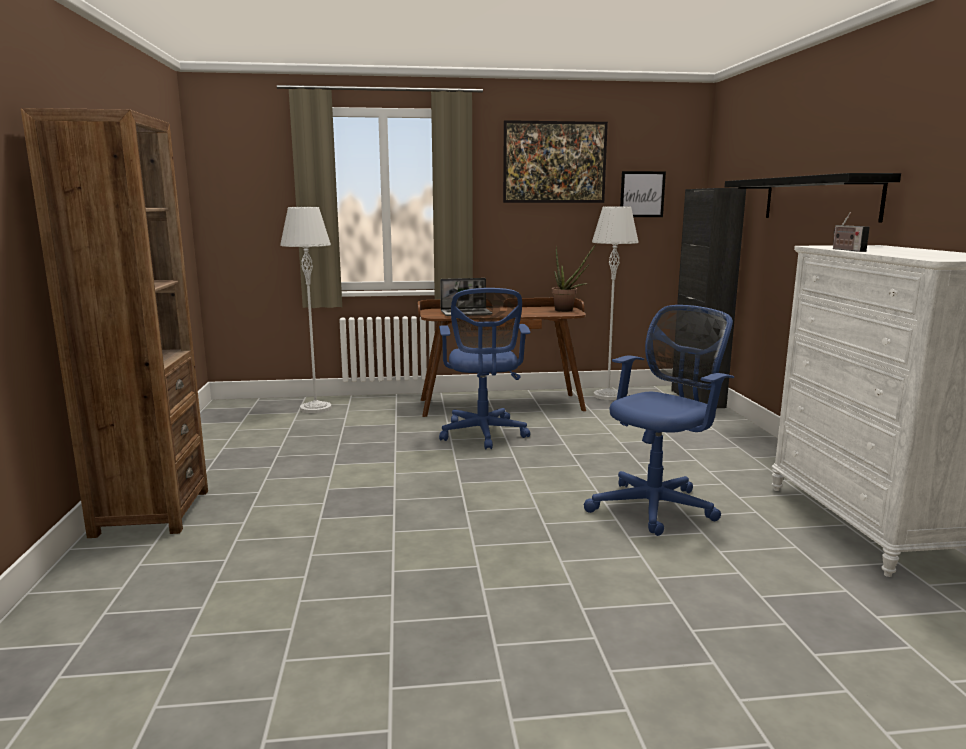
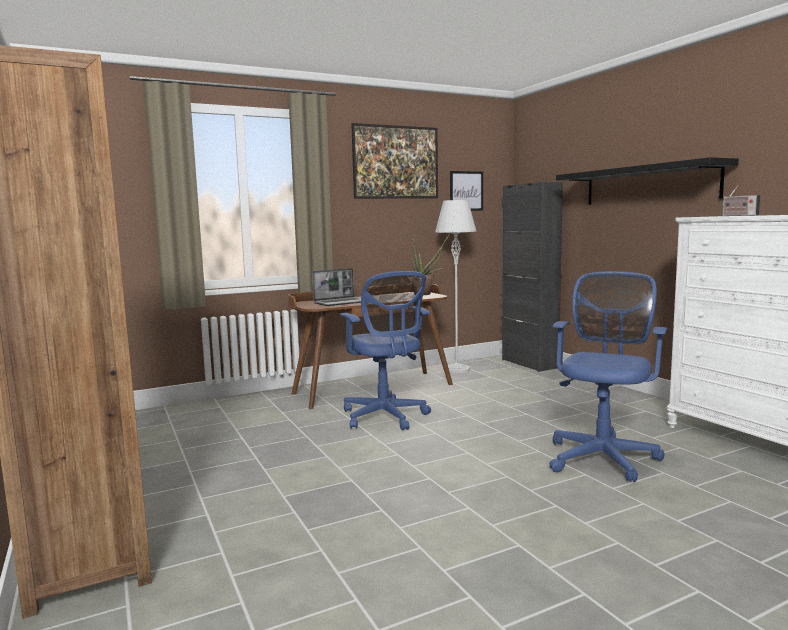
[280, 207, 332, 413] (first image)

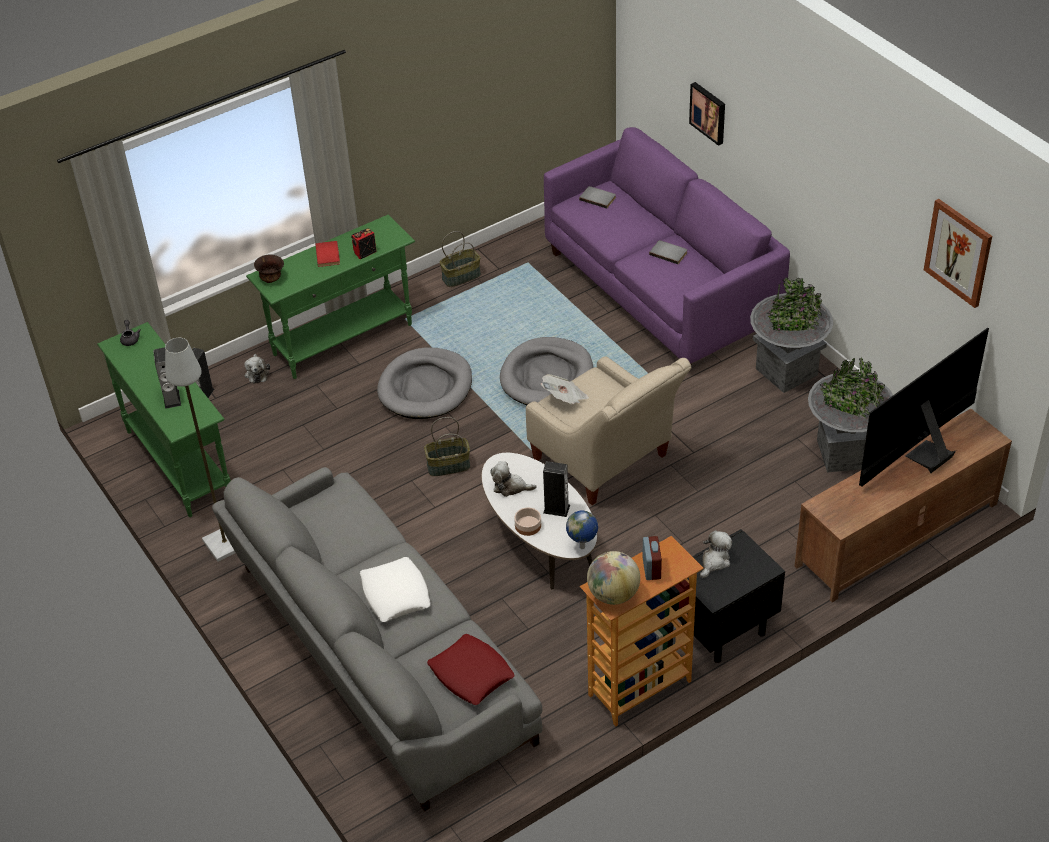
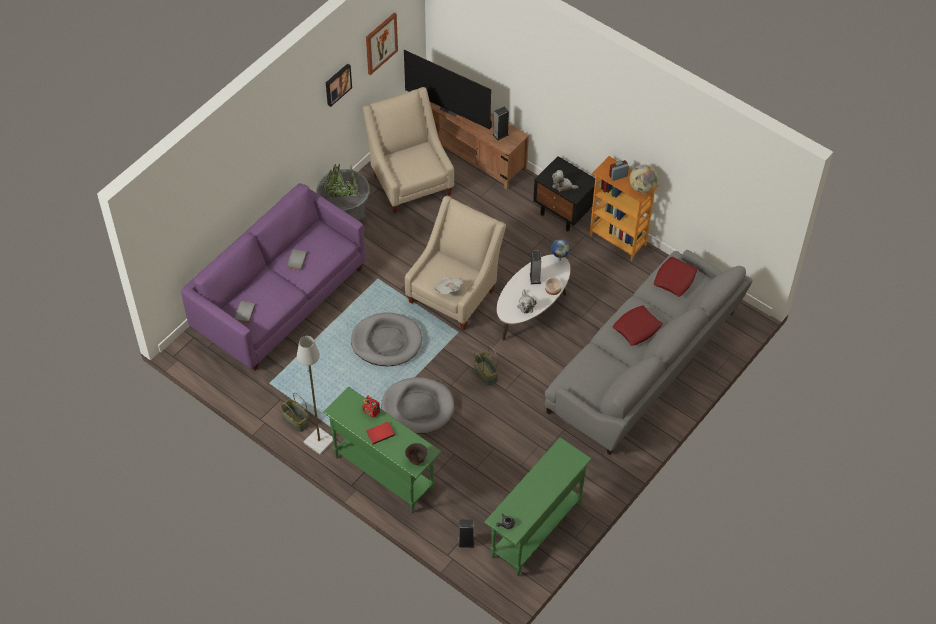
[492, 106, 509, 141]
[297, 336, 333, 455]
[244, 354, 270, 384] (first image)
[612, 306, 663, 346]
[326, 64, 352, 107]
[362, 87, 454, 213]

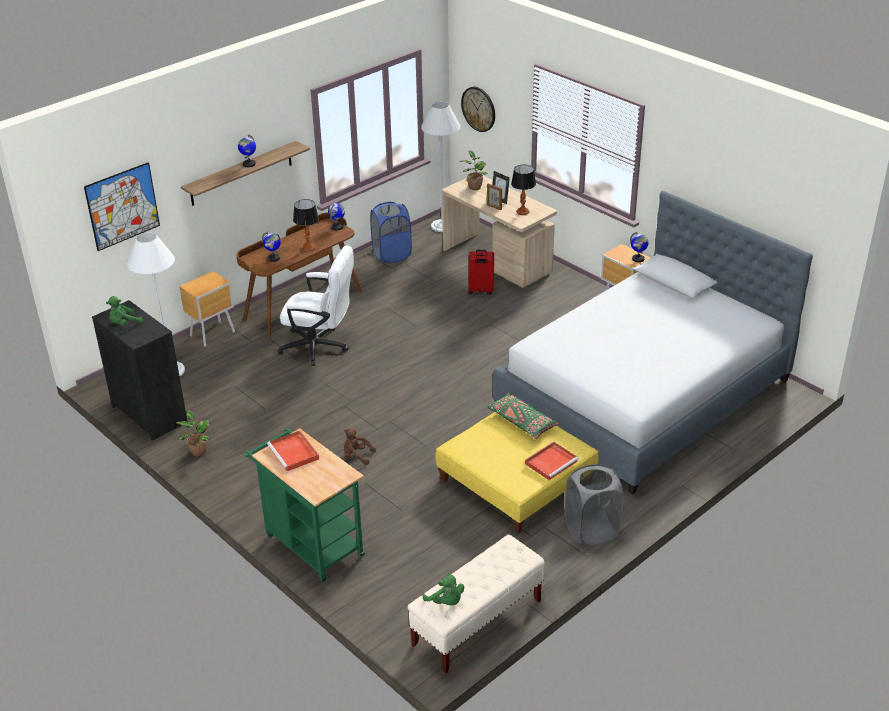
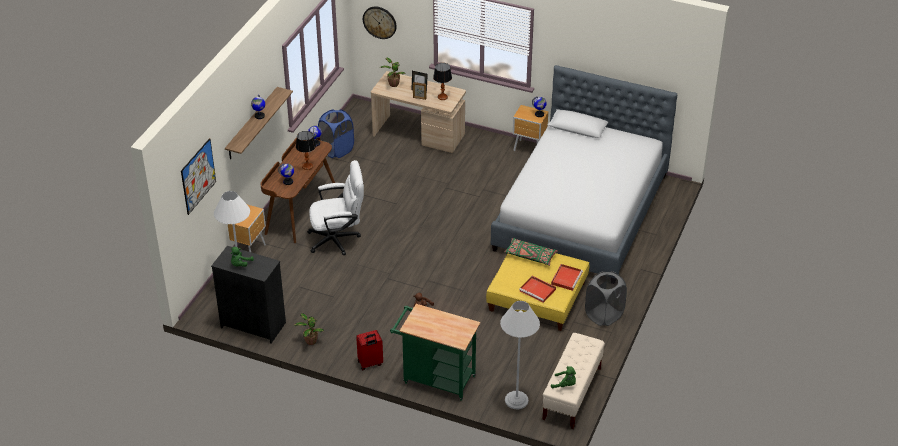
[519, 276, 556, 303]
[500, 301, 540, 409]
[356, 330, 383, 370]

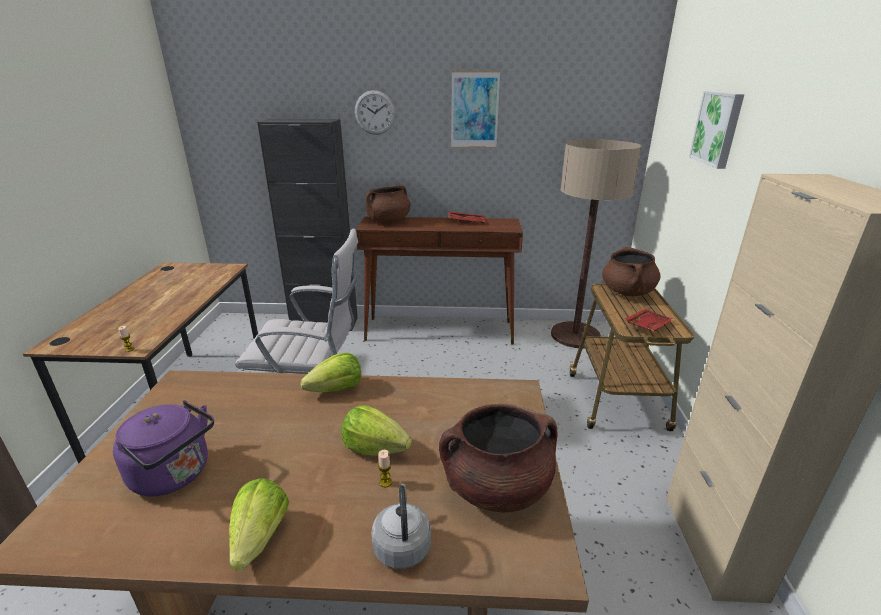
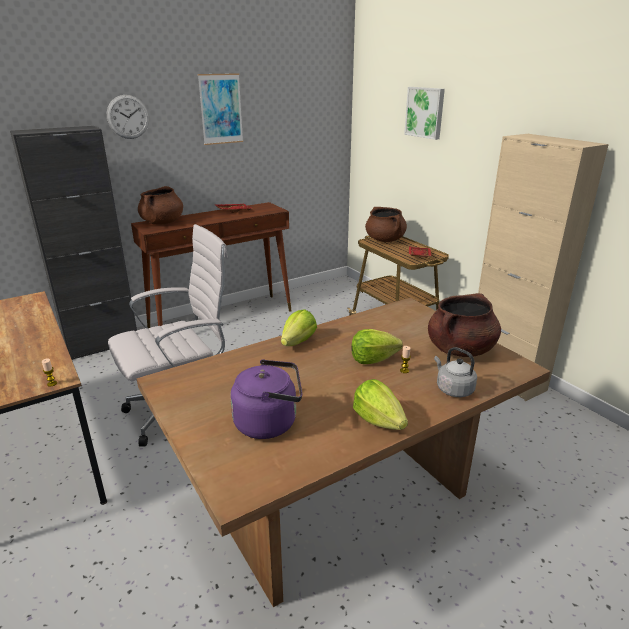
[551, 139, 642, 348] (first image)

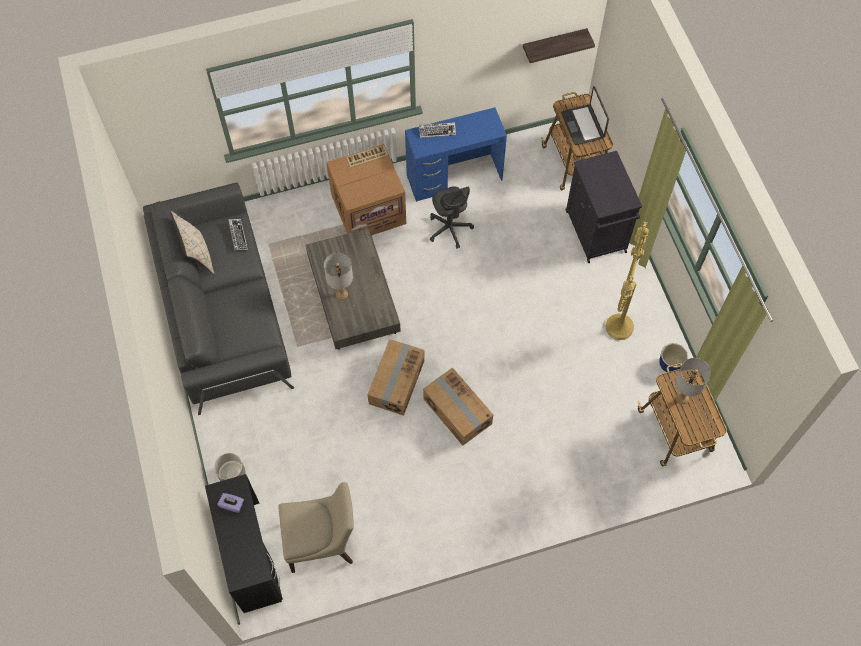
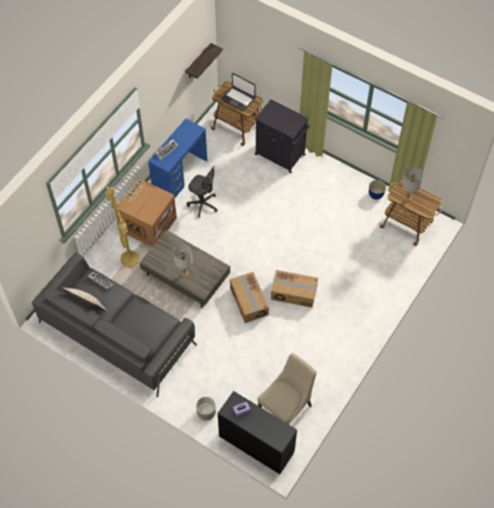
[105, 186, 139, 268]

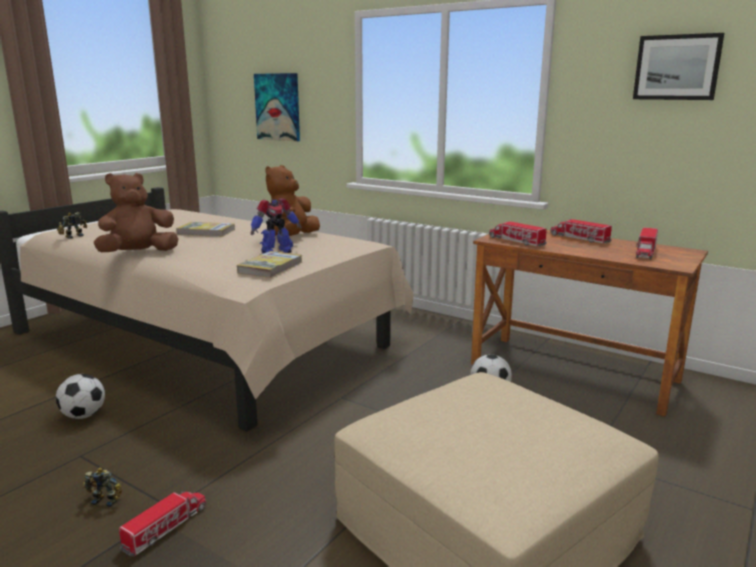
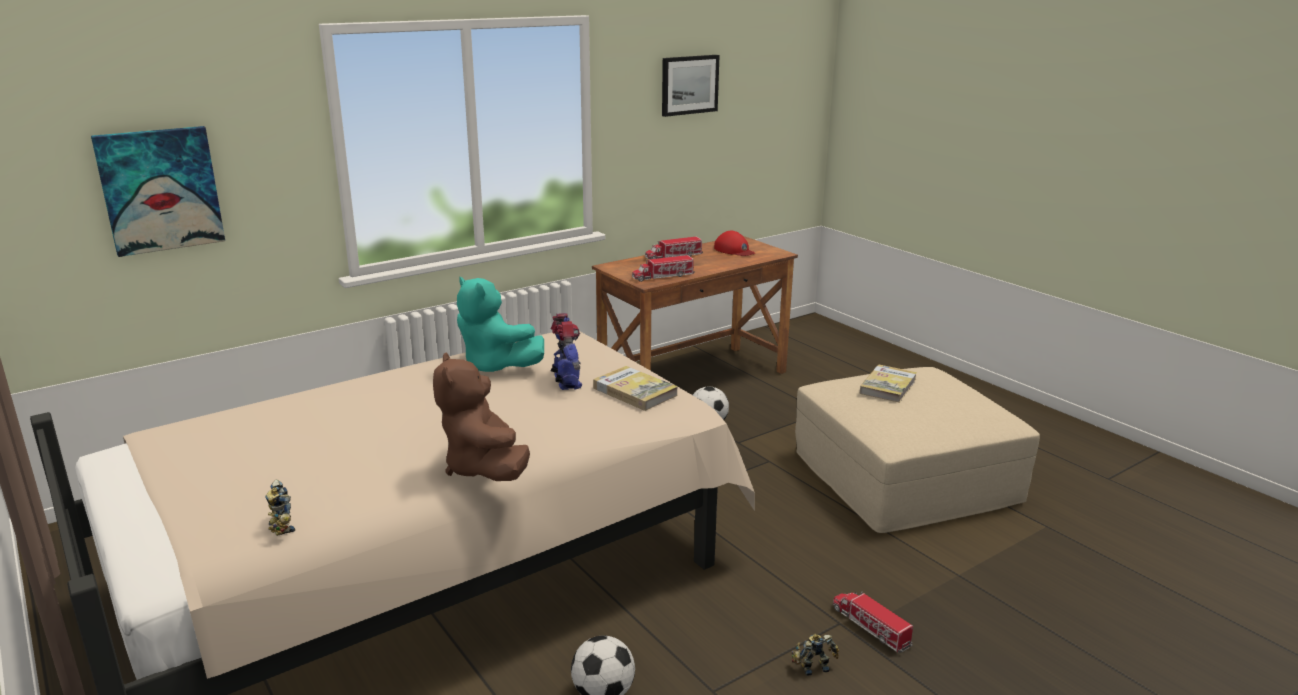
[792, 634, 839, 676]
[860, 364, 917, 403]
[457, 276, 544, 372]
[714, 231, 755, 256]

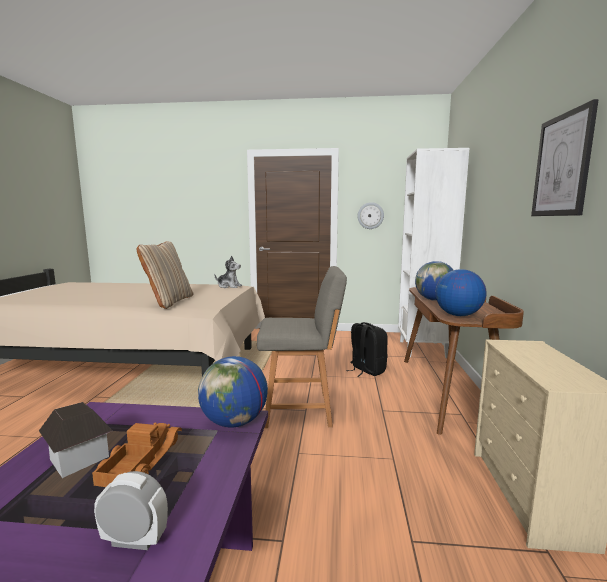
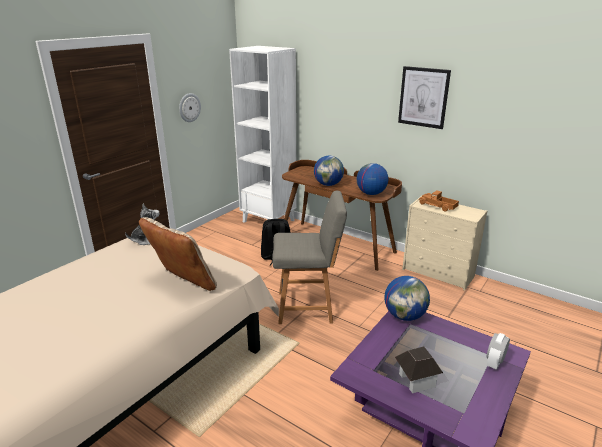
[418, 190, 459, 212]
[272, 191, 347, 324]

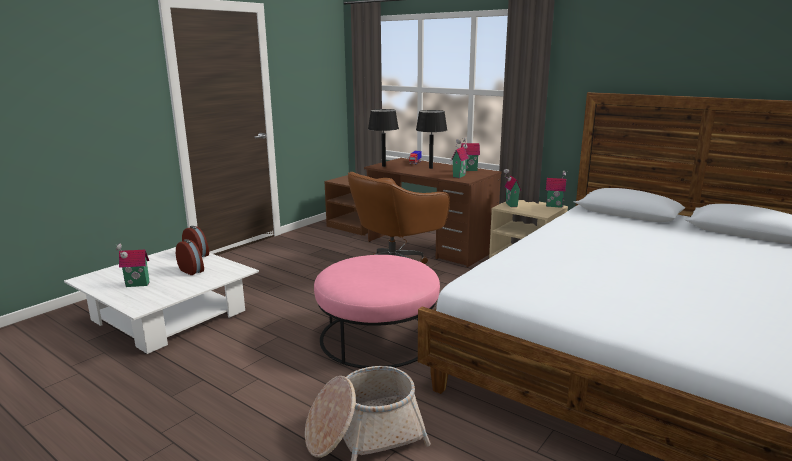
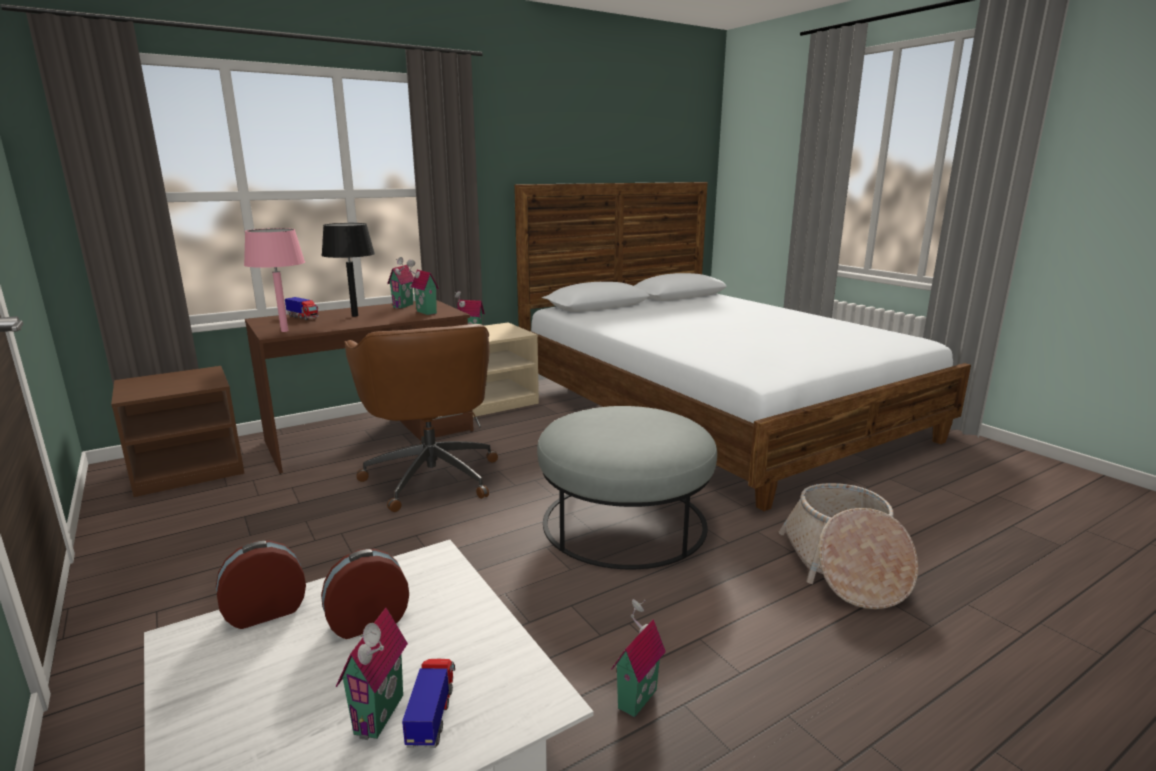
[537, 406, 717, 570]
[244, 228, 305, 332]
[611, 599, 666, 718]
[402, 659, 455, 748]

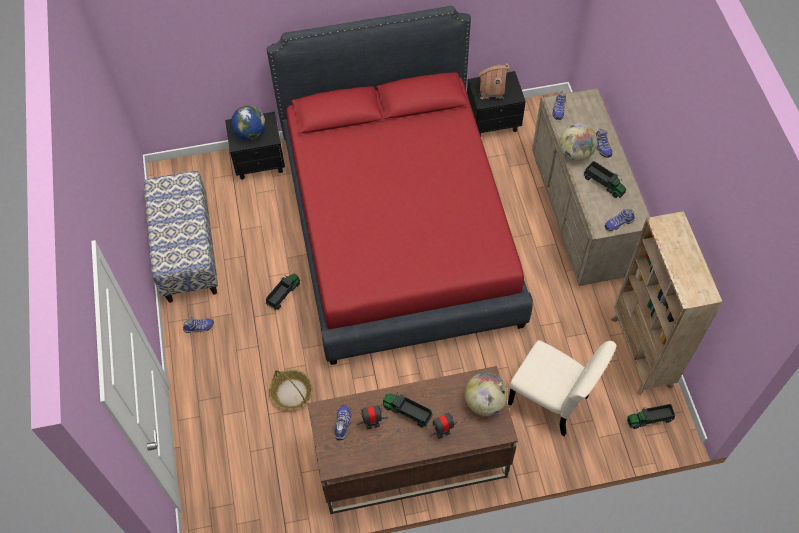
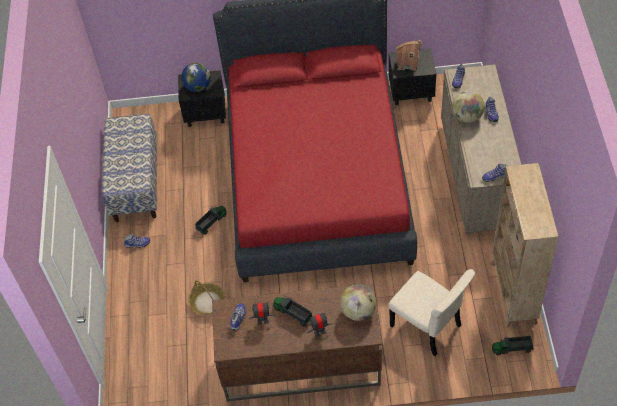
[583, 161, 626, 198] (first image)

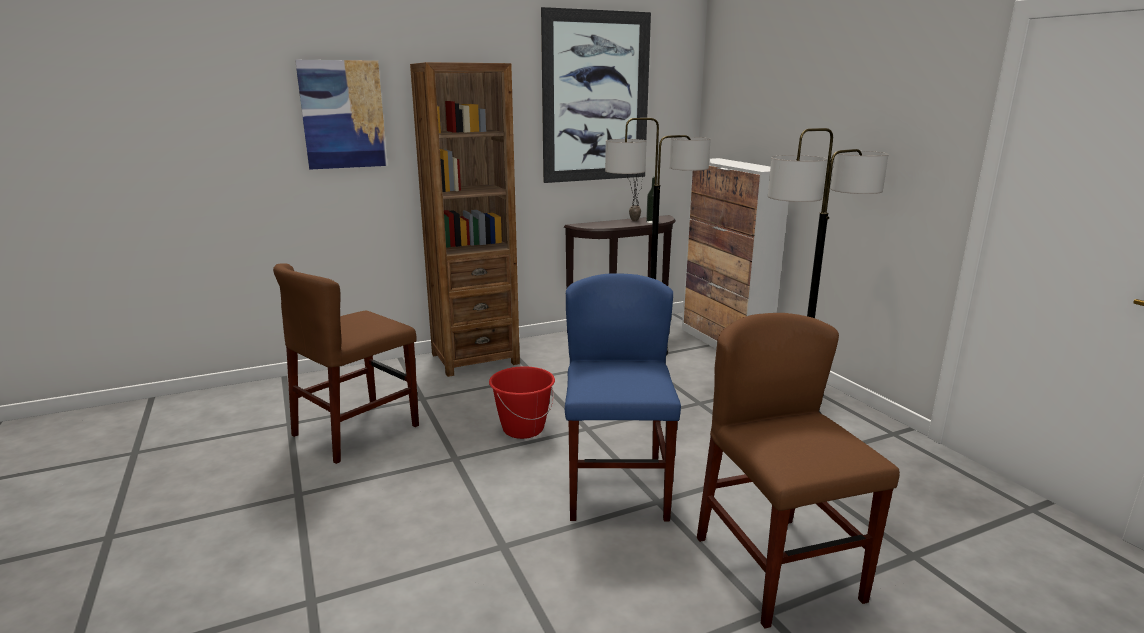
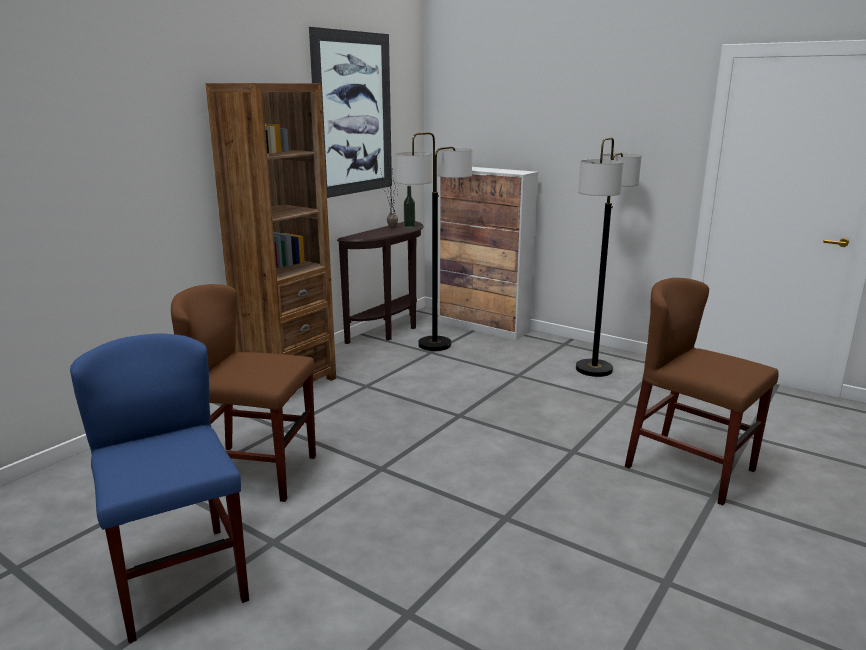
[171, 284, 316, 502]
[295, 60, 388, 169] (first image)
[489, 367, 555, 439] (first image)
[70, 333, 249, 643]

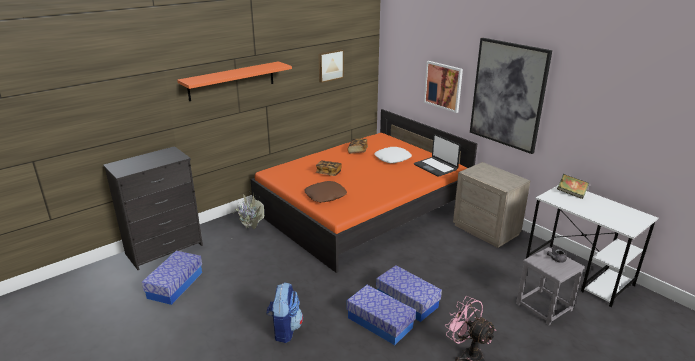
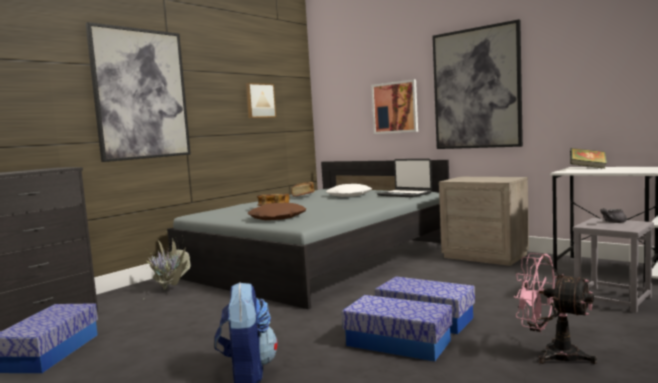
[86, 22, 191, 162]
[167, 160, 449, 309]

